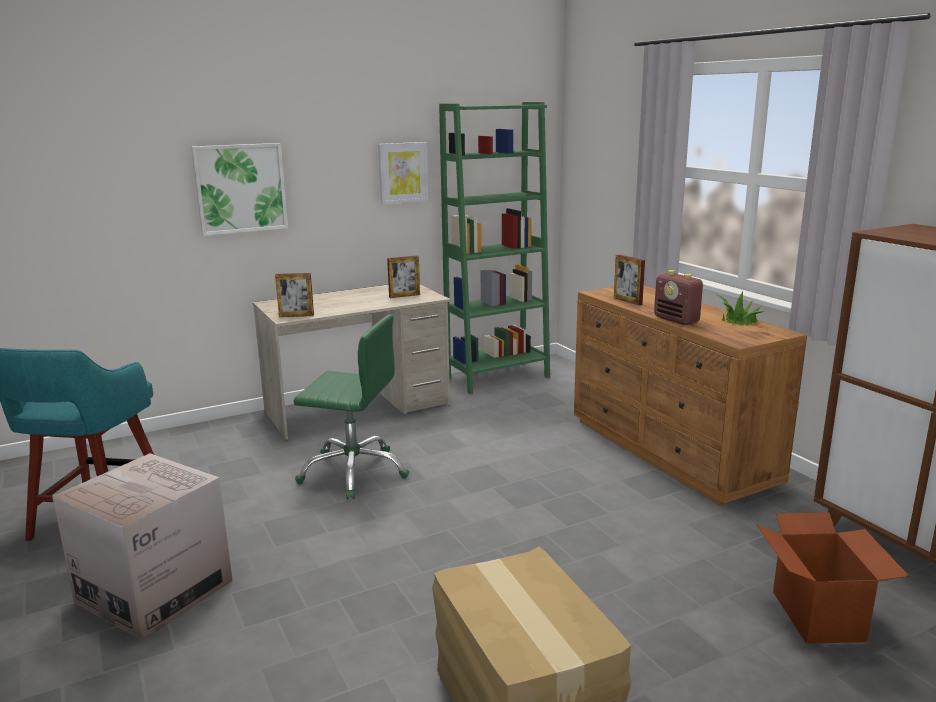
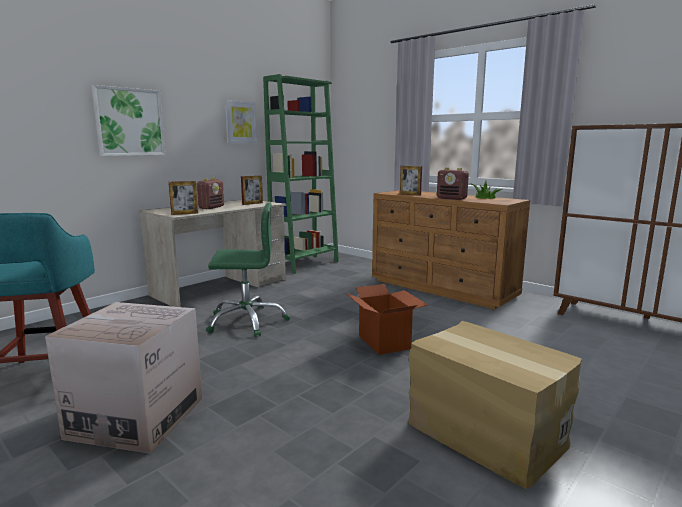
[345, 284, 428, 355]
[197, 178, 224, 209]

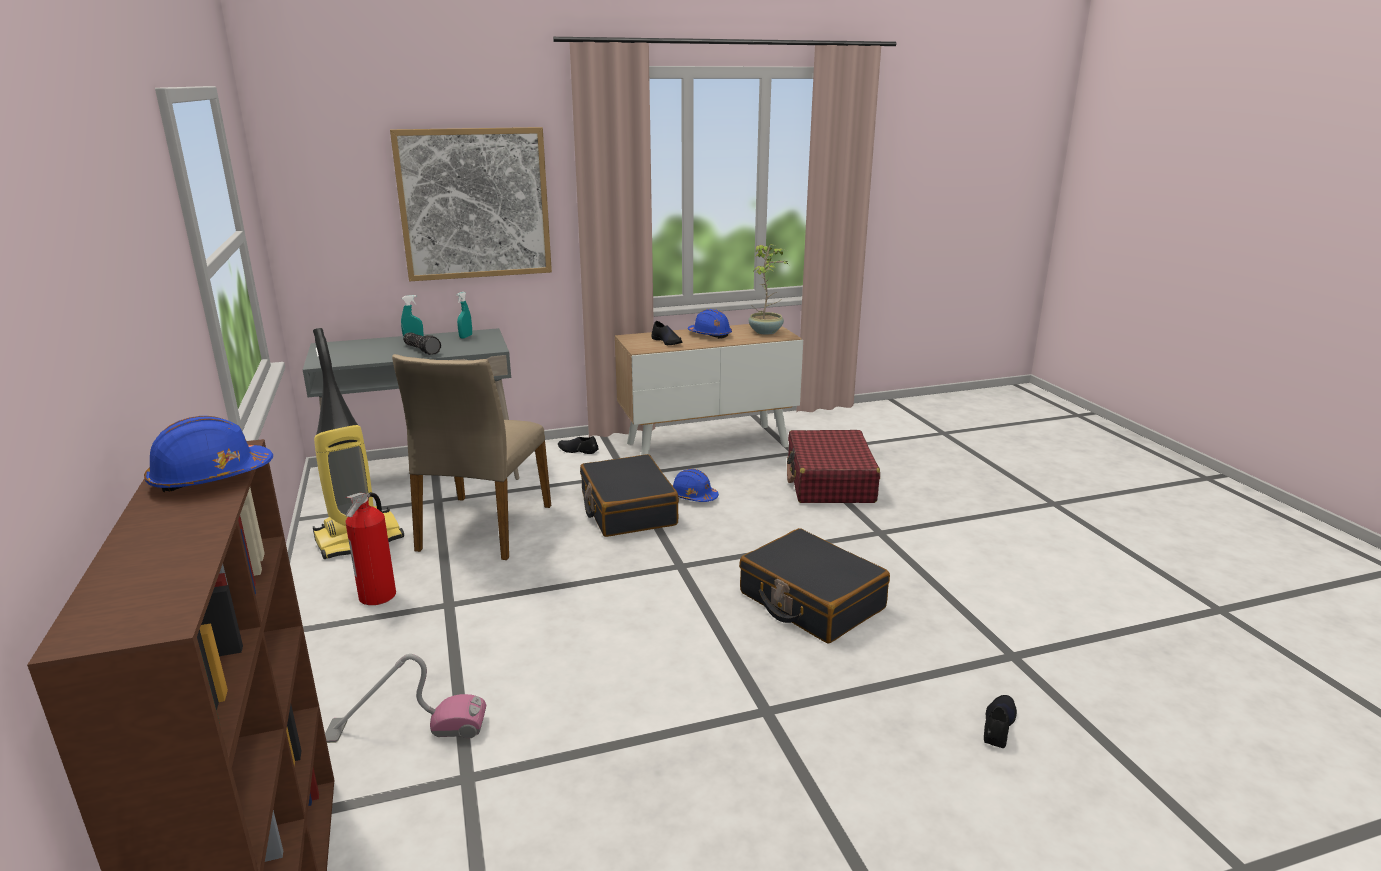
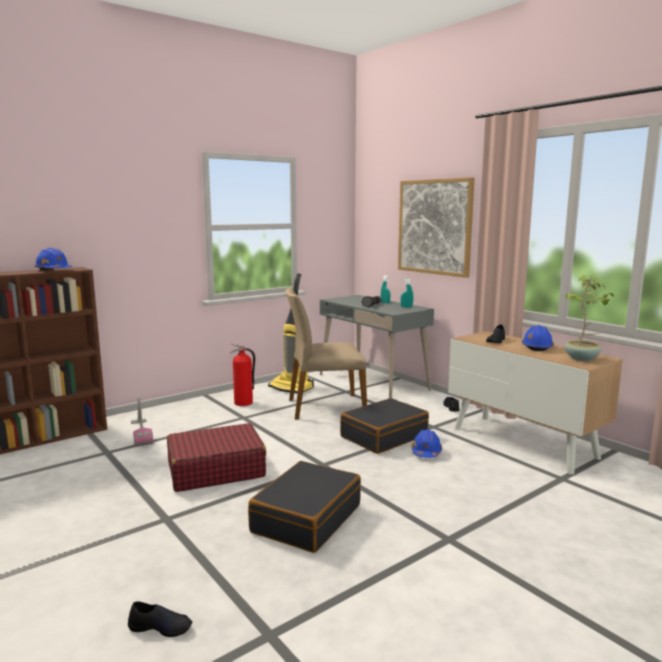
[167, 423, 266, 492]

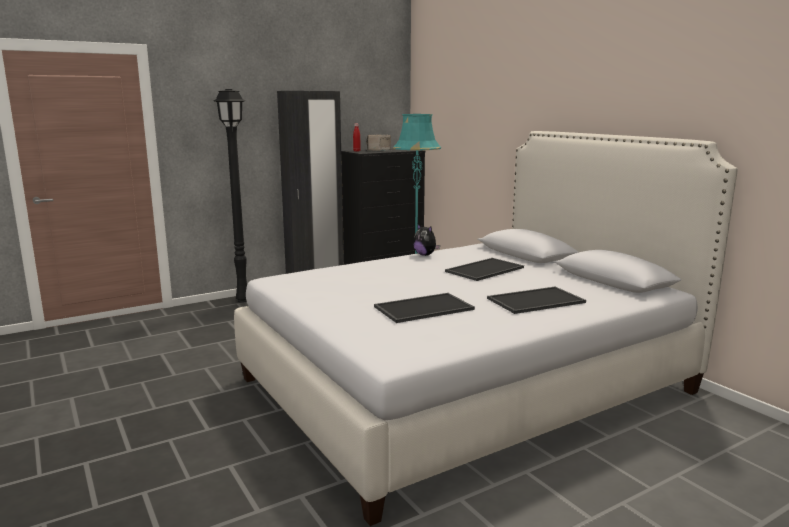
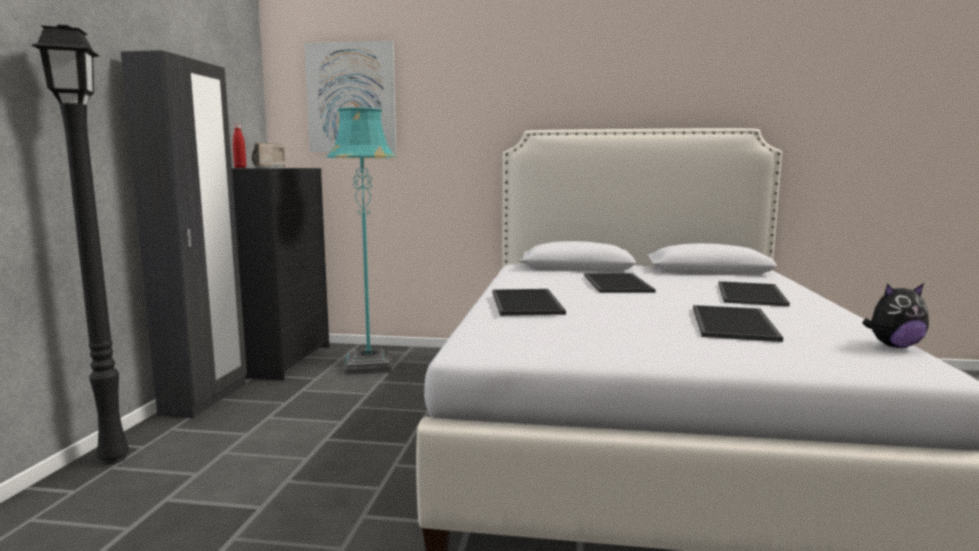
[863, 283, 929, 348]
[304, 41, 396, 152]
[492, 289, 566, 316]

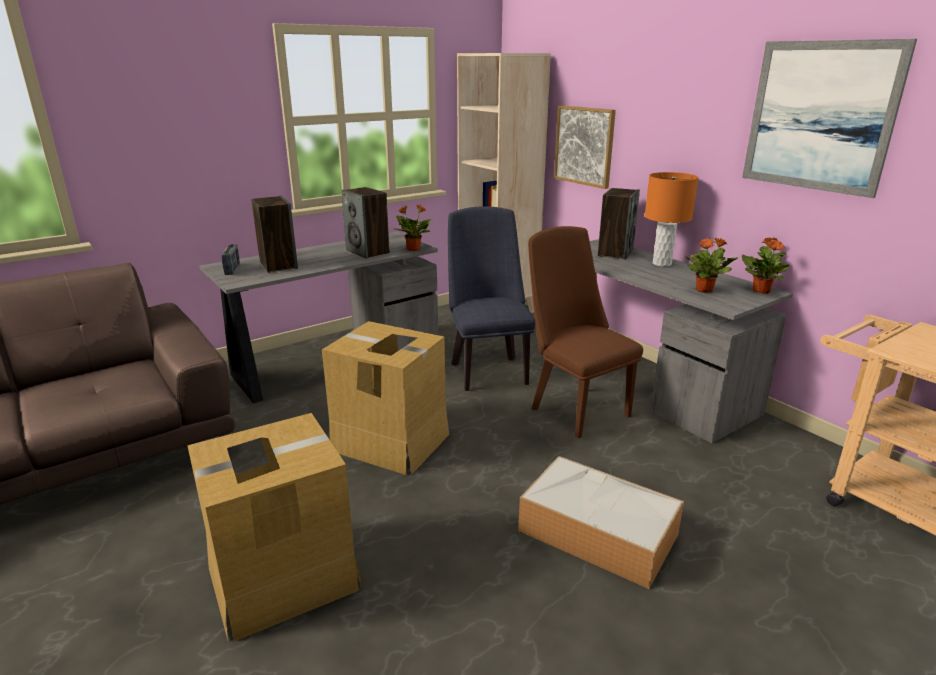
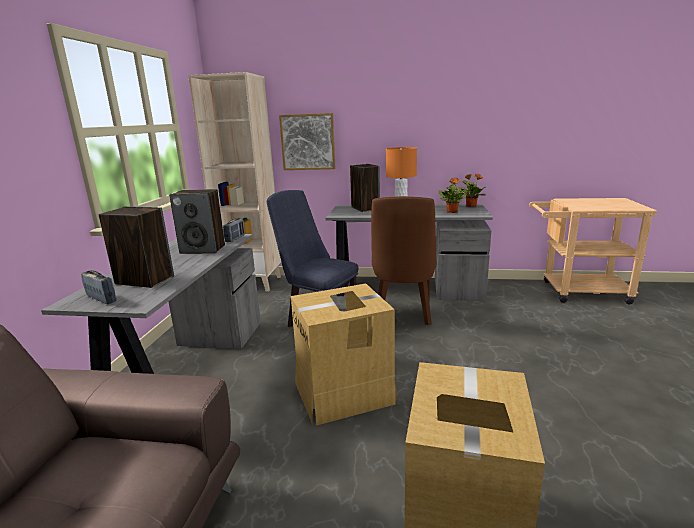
[223, 218, 245, 242]
[518, 456, 684, 589] (first image)
[371, 196, 437, 325]
[742, 39, 917, 198] (first image)

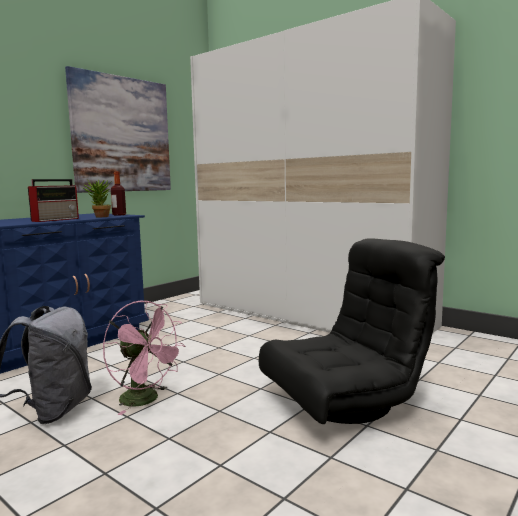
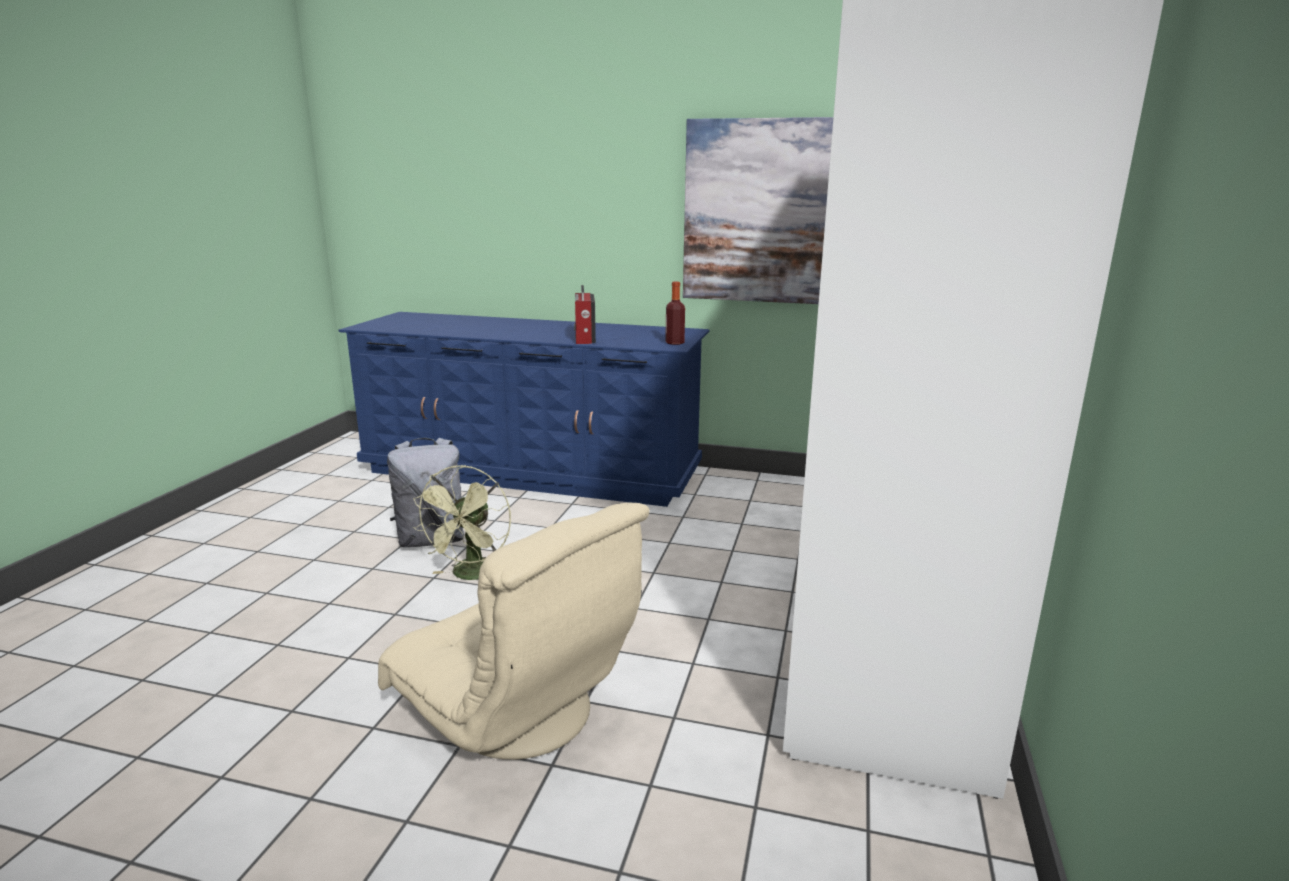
[574, 285, 596, 344]
[82, 179, 112, 217] (first image)
[413, 465, 511, 580]
[378, 503, 650, 760]

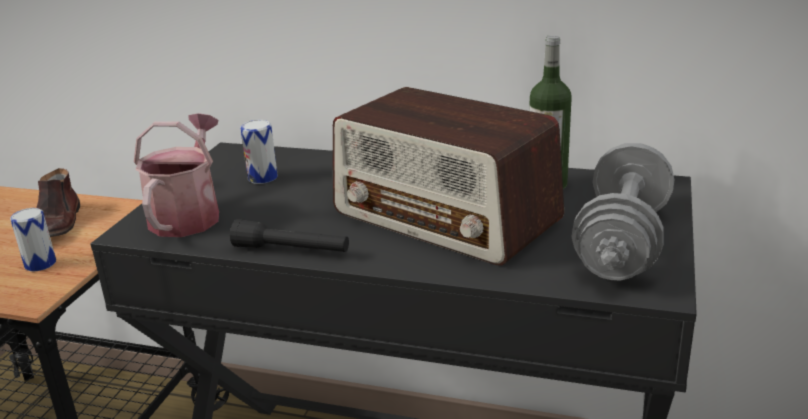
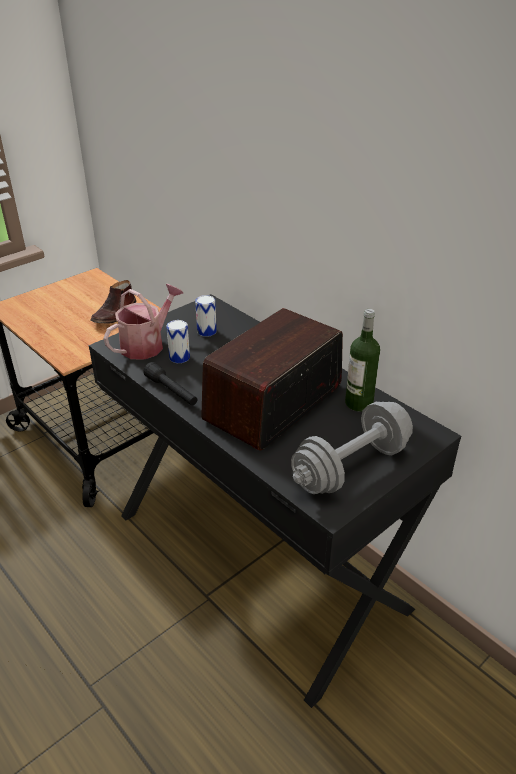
[166, 320, 190, 363]
[201, 308, 343, 451]

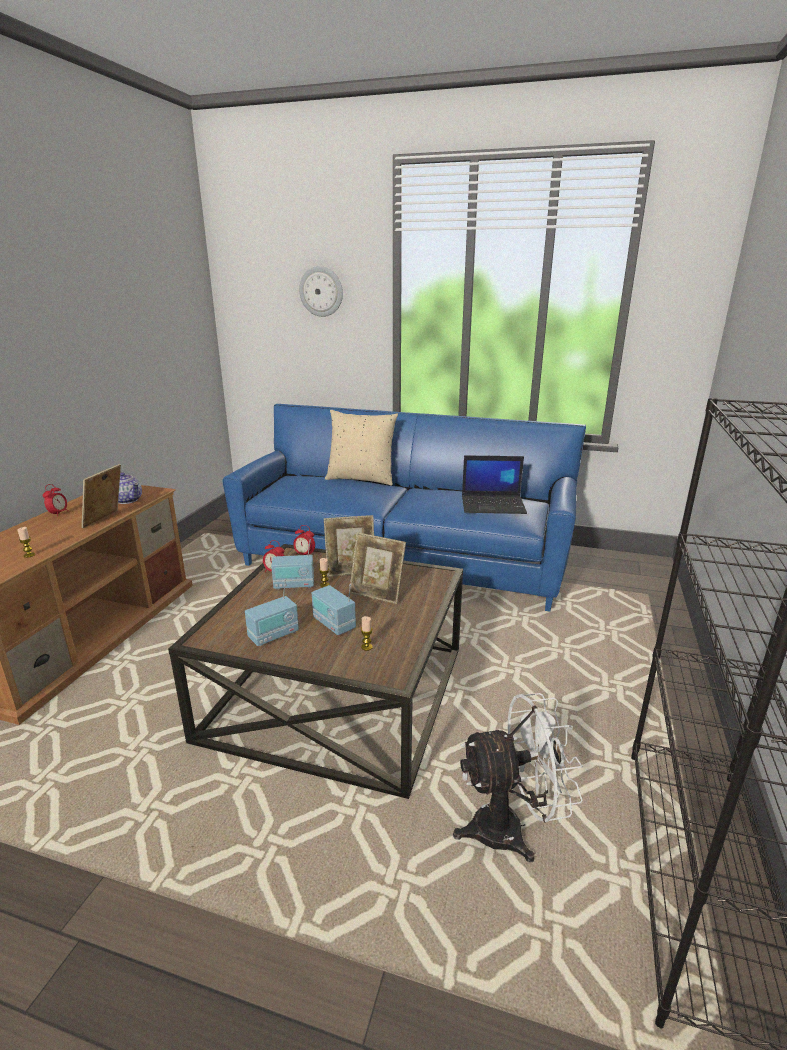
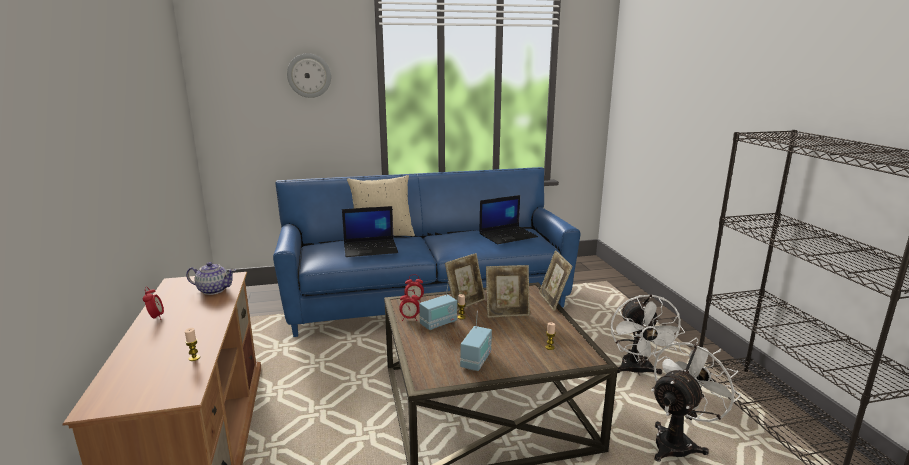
[539, 250, 573, 311]
[312, 584, 356, 635] (first image)
[342, 206, 398, 257]
[611, 294, 685, 376]

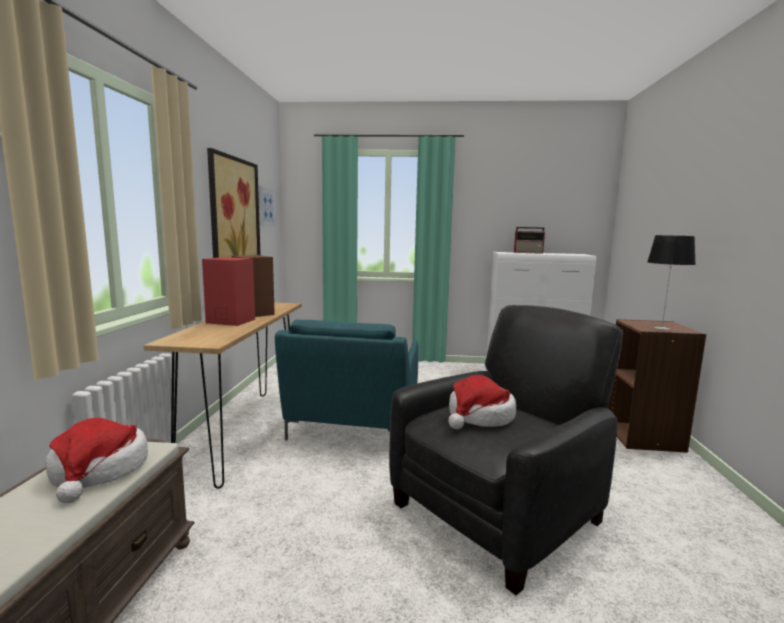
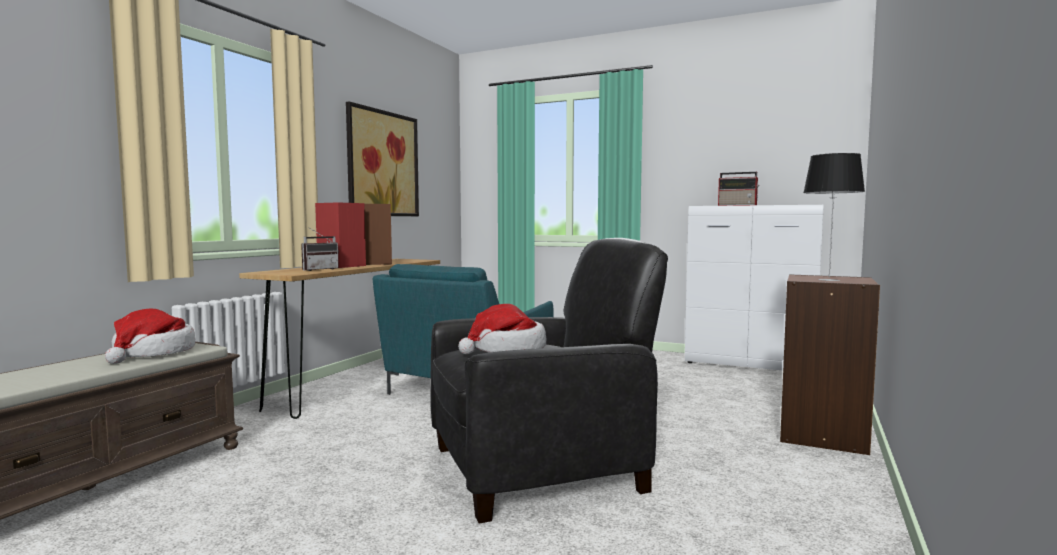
[258, 186, 276, 227] (first image)
[301, 229, 339, 271]

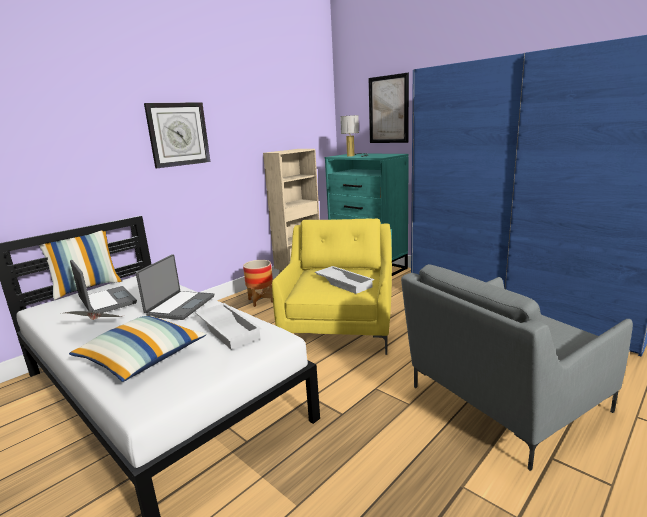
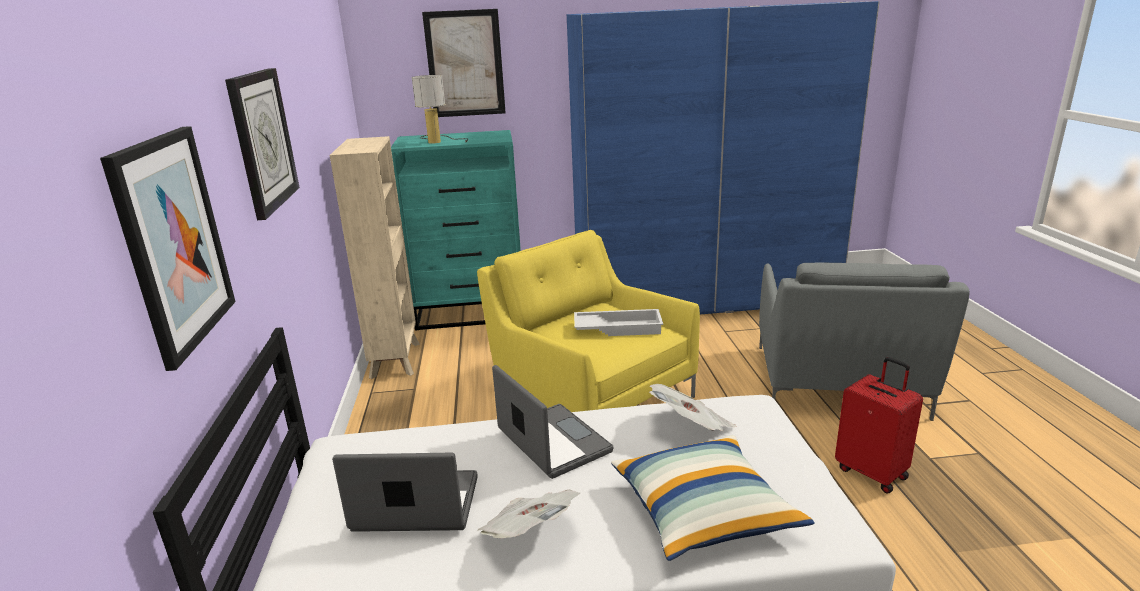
[39, 231, 122, 300] (first image)
[649, 384, 736, 431]
[243, 260, 273, 307] (first image)
[100, 126, 235, 371]
[835, 357, 923, 493]

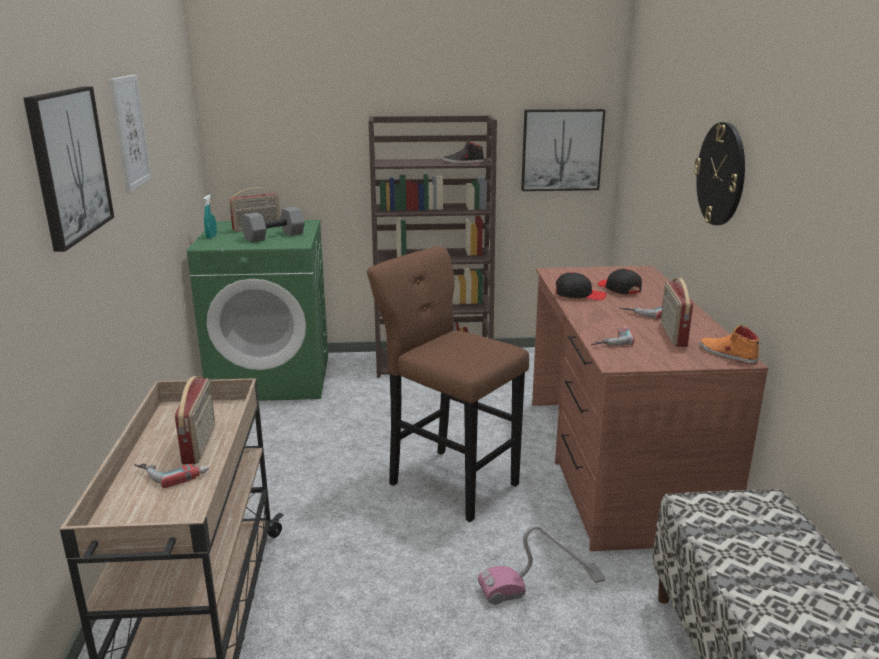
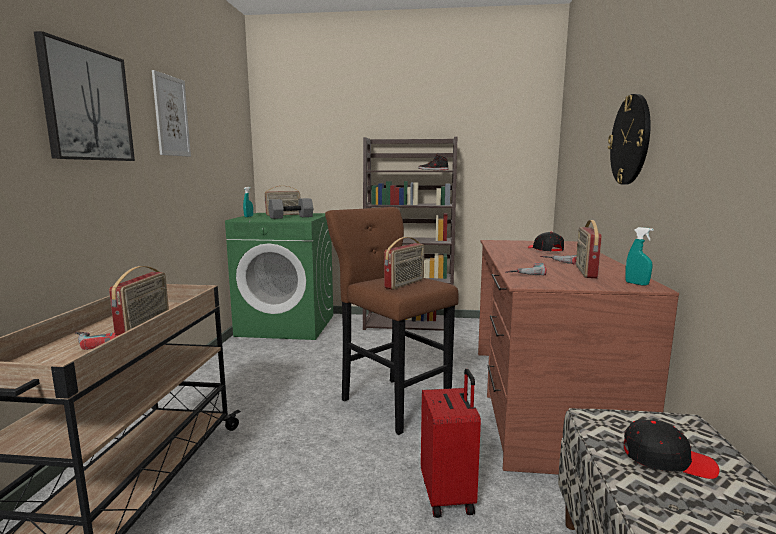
[421, 369, 481, 518]
[521, 109, 605, 191] (first image)
[624, 420, 719, 479]
[625, 227, 653, 286]
[384, 237, 424, 290]

